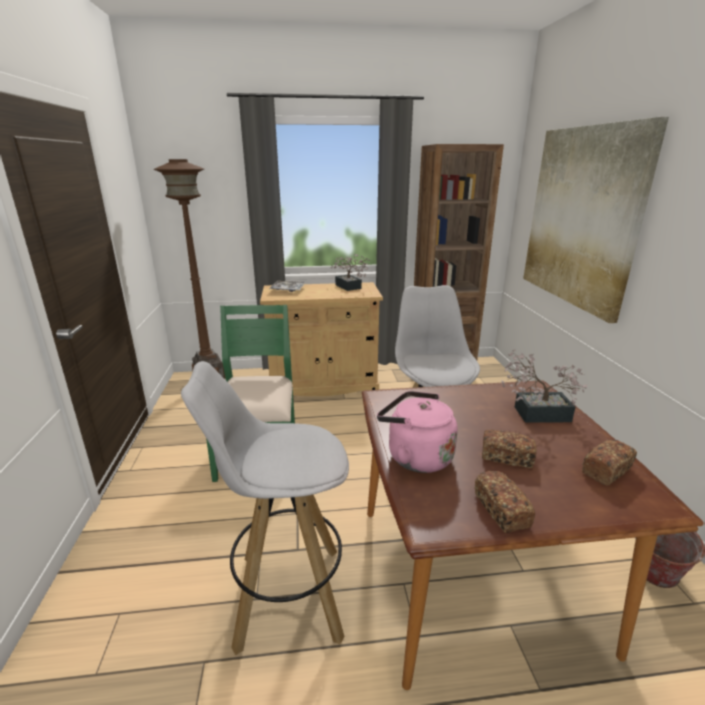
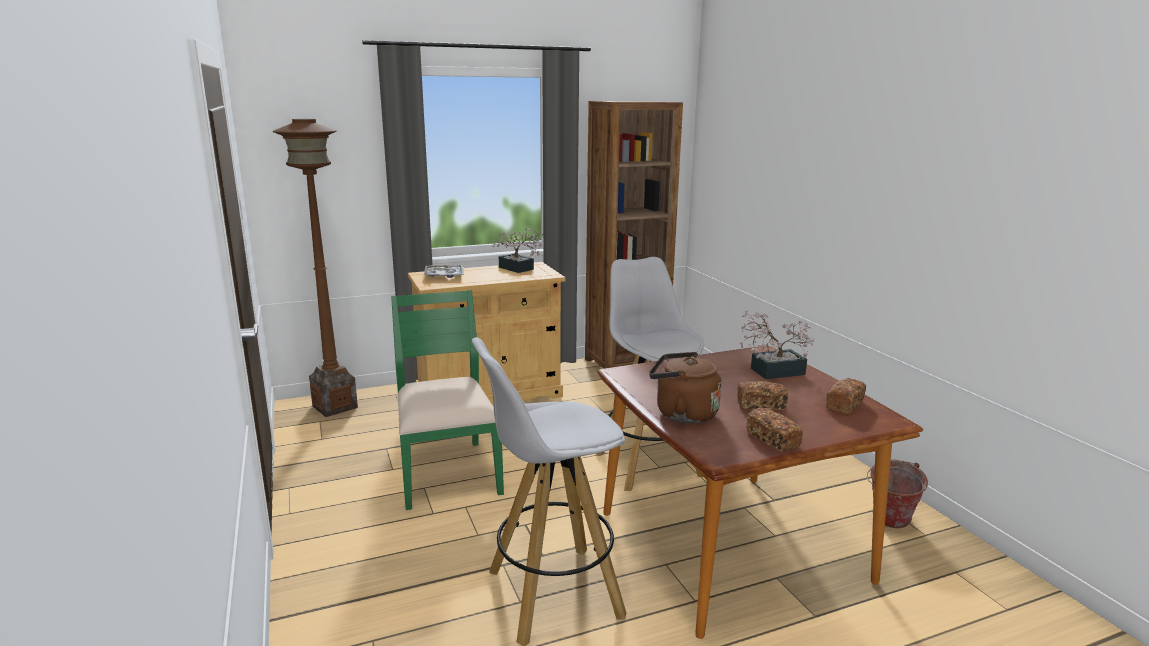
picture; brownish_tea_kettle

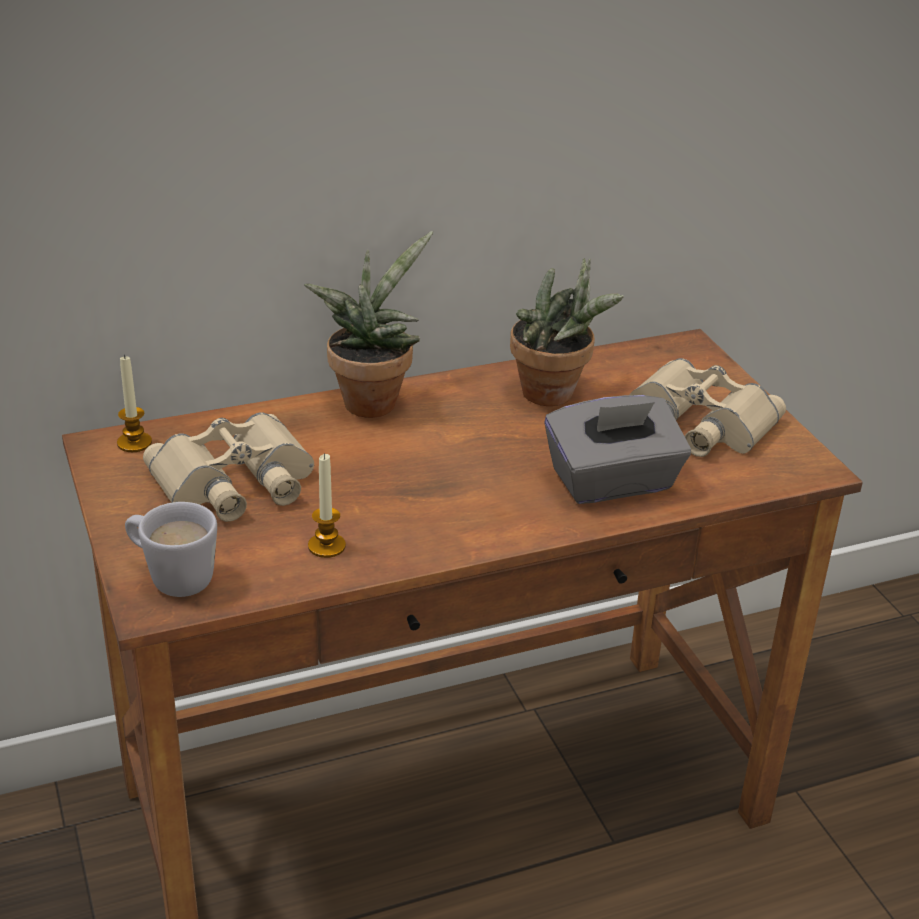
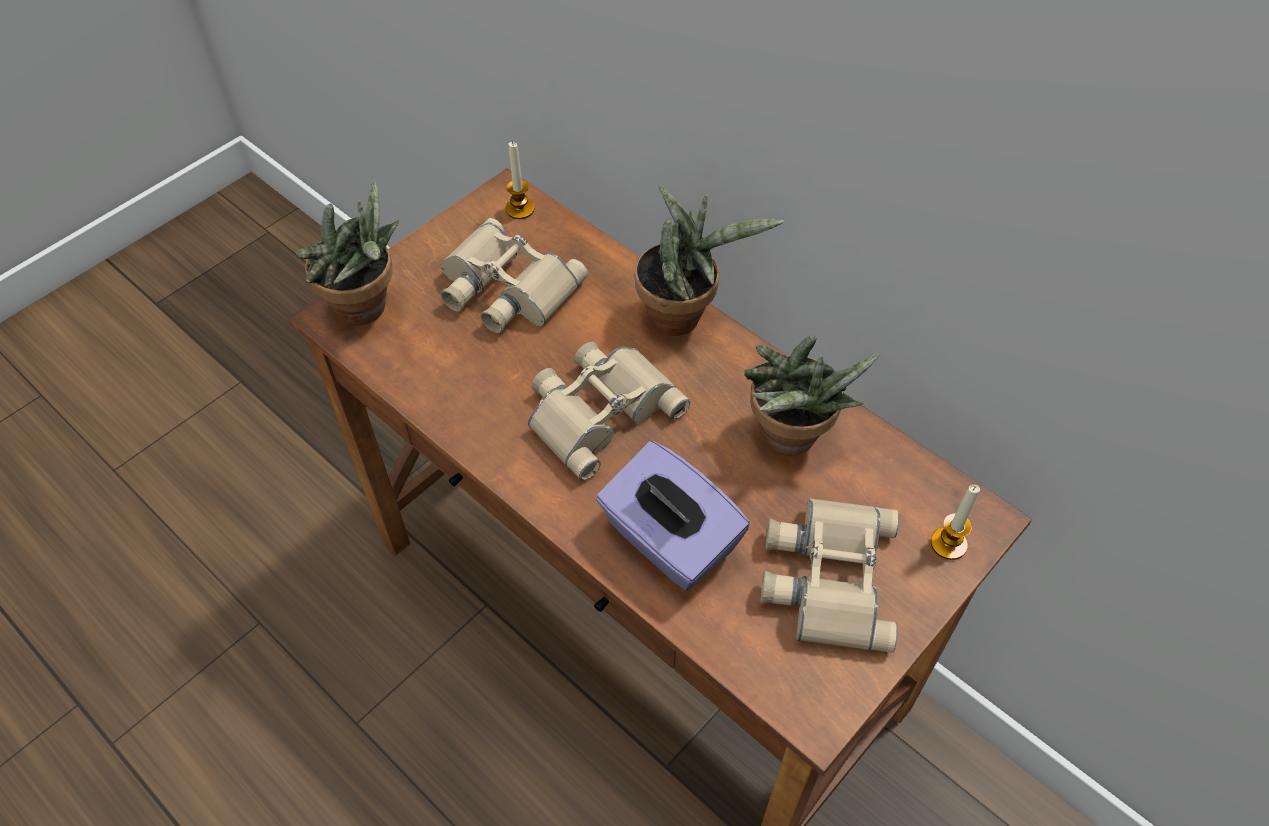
beige-coloured_field_glasses (2nd from left); wax_light (2nd from left); houseplant (1st from left); purple-coloured_tissue_holder

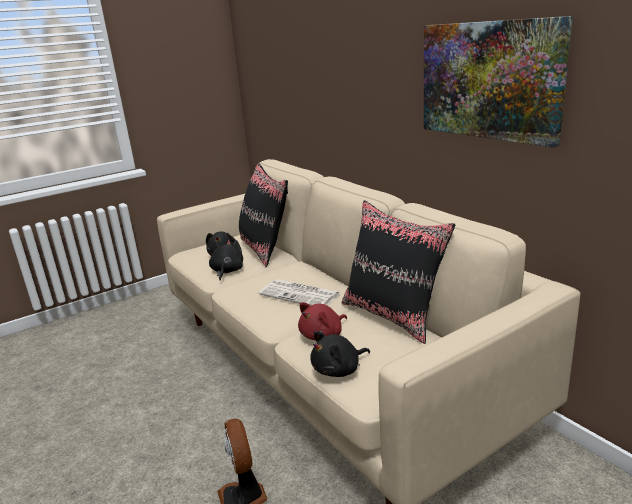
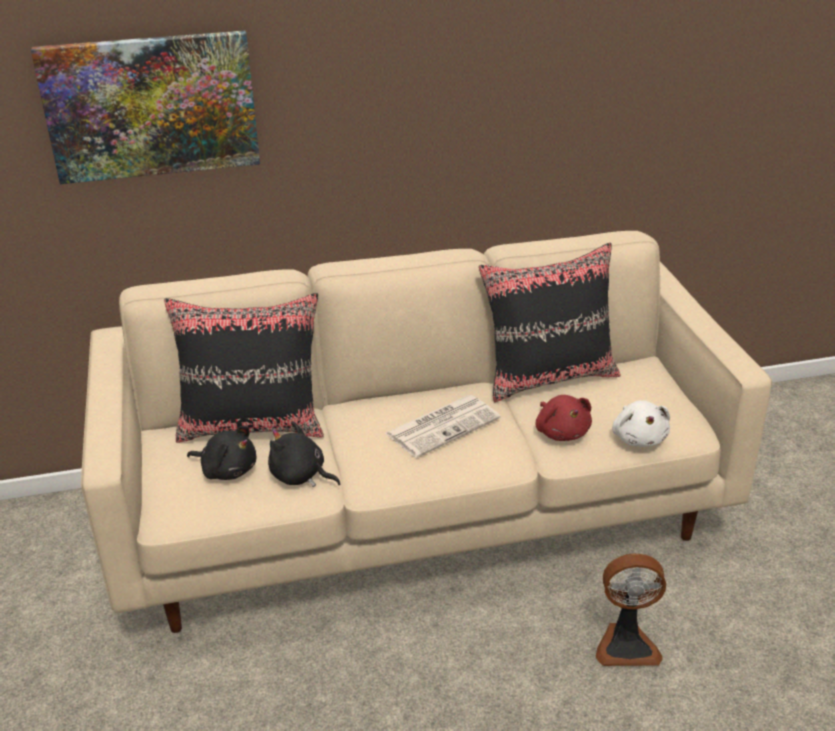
picture; white-coloured_plush_toy

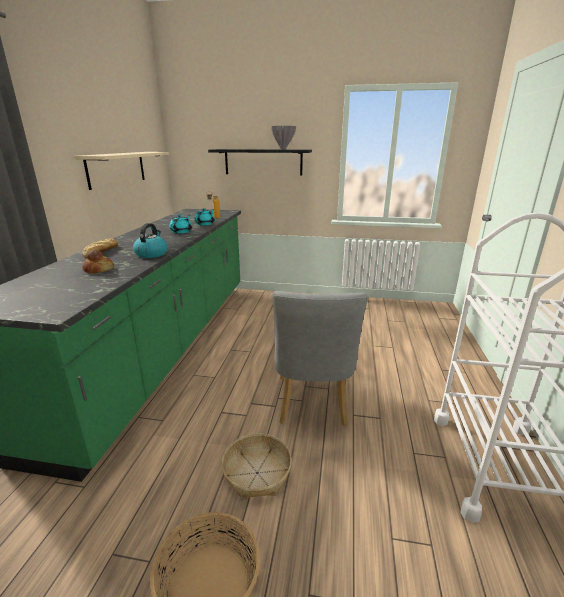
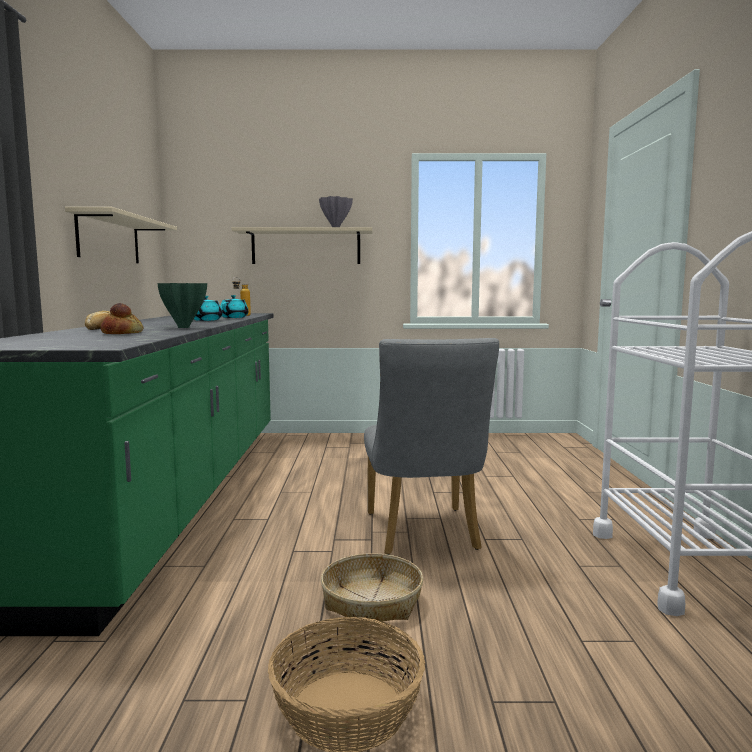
greenish_flower_vase; beige-coloured_bracket_shelf (2nd from left)

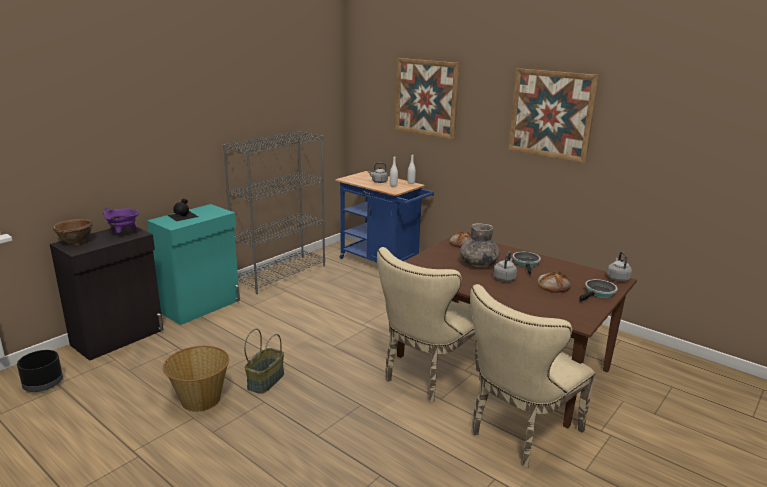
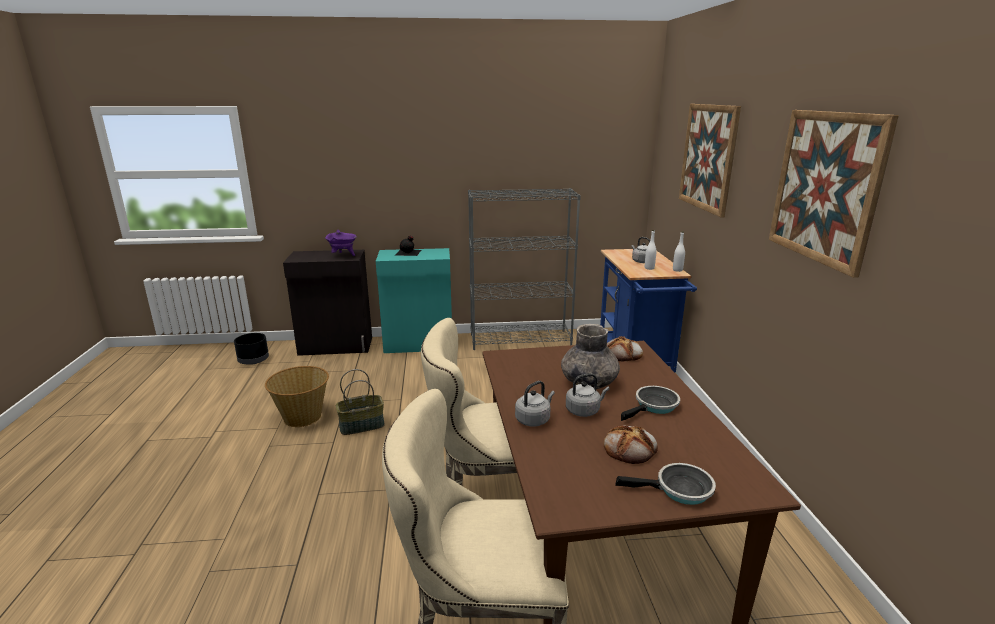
brownish_deep_dish; gray_tea_kettle (1st from left)

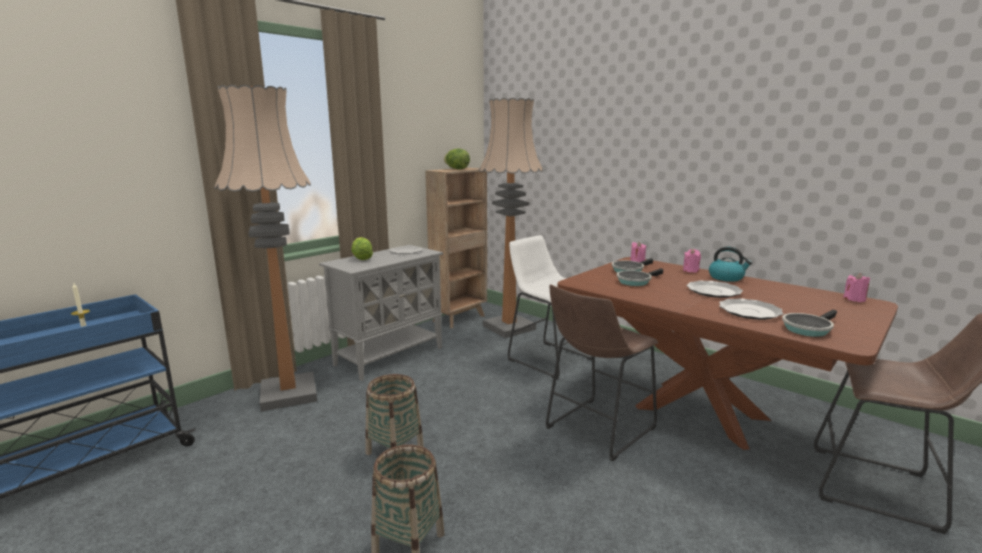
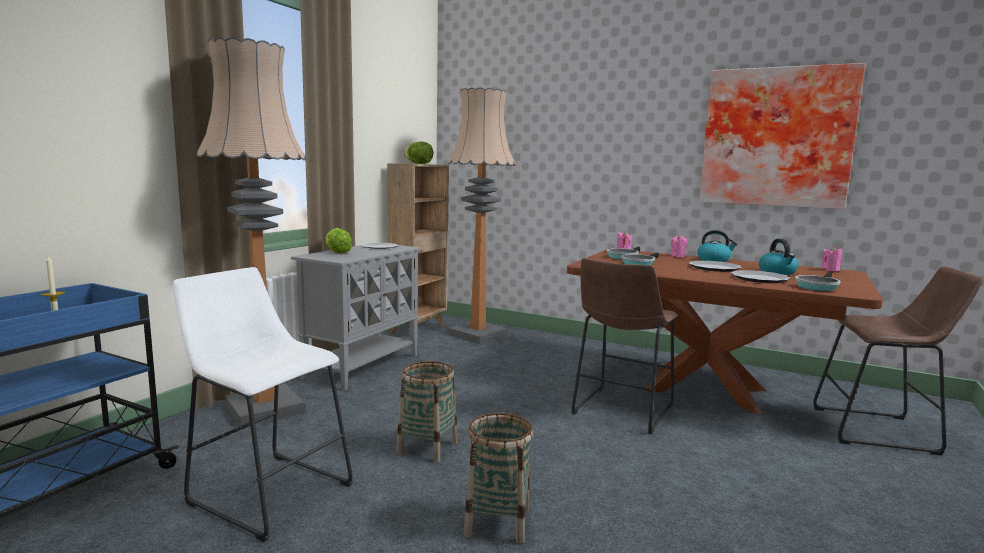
picture; tea_kettle (2nd from left); white-coloured_stool

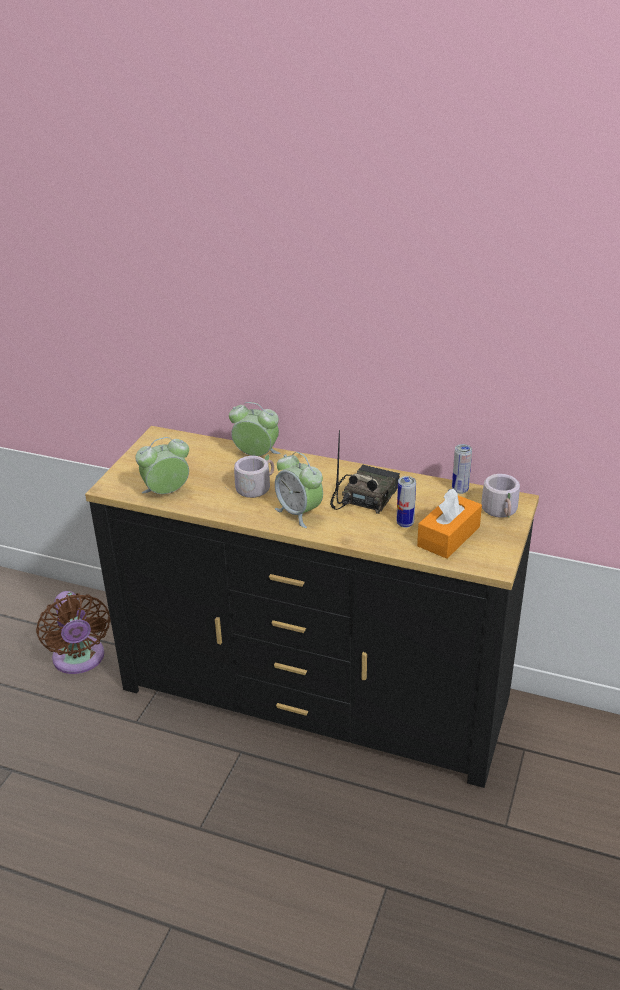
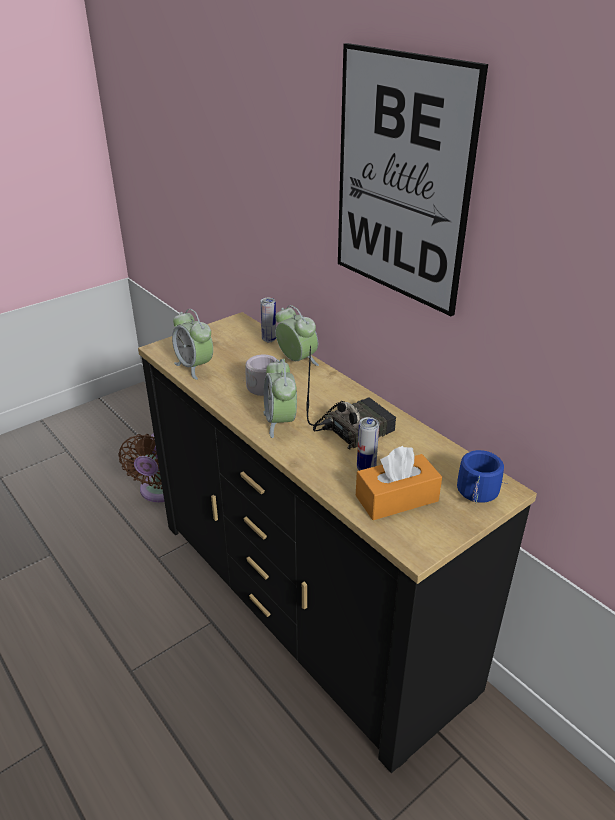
picture; metal_can (1st from left); bluish_tea_mug; alarm_clock (1st from left)

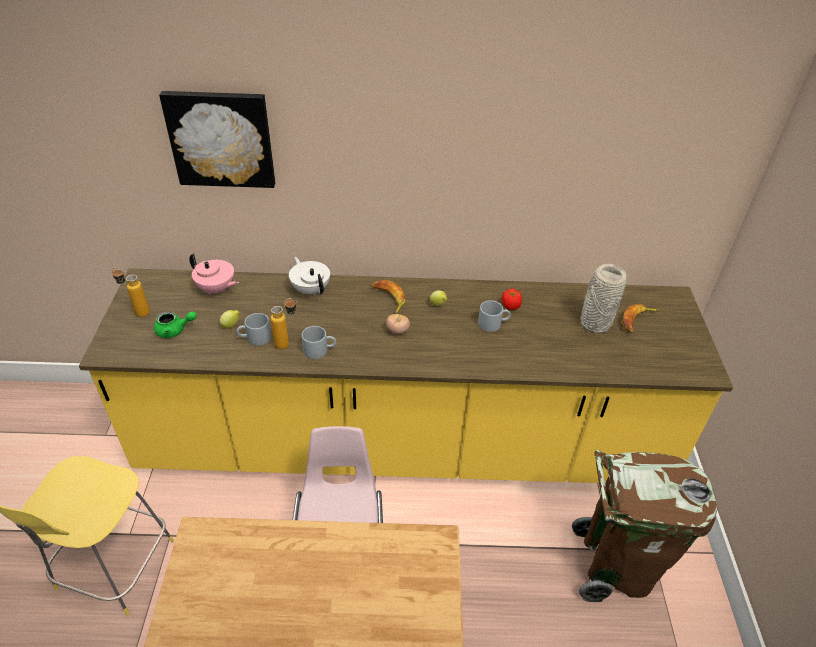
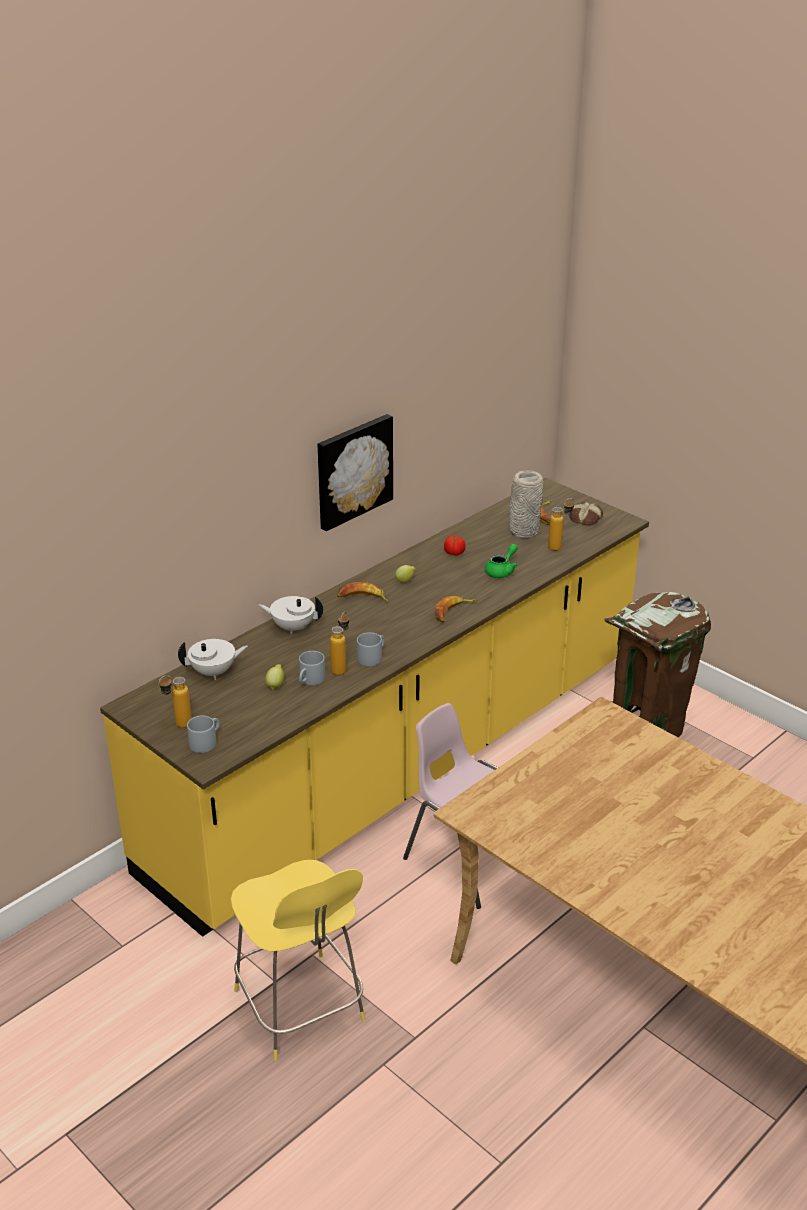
tomato (1st from left in the first image); whole_banana (2nd from left); beverage_bottle (3rd from left); baked_bread; greenish_tea_pot; picture; gray_tea_mug (1st from left); white-coloured_tea_pot (1st from left)

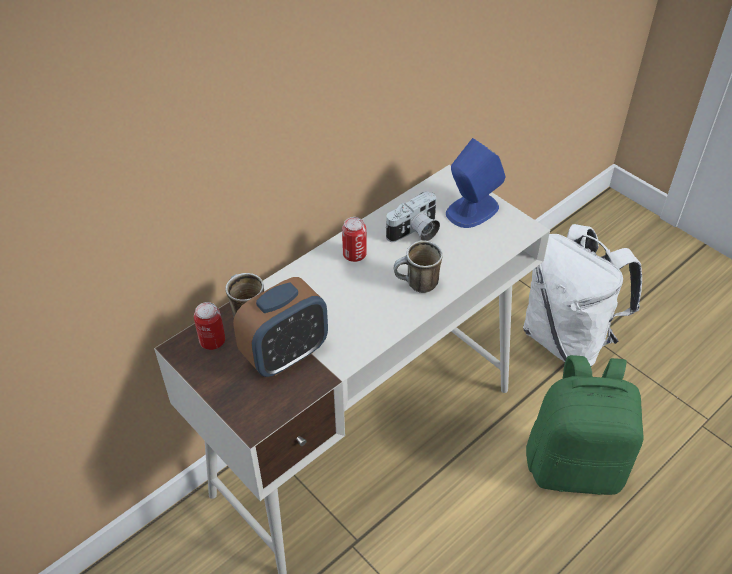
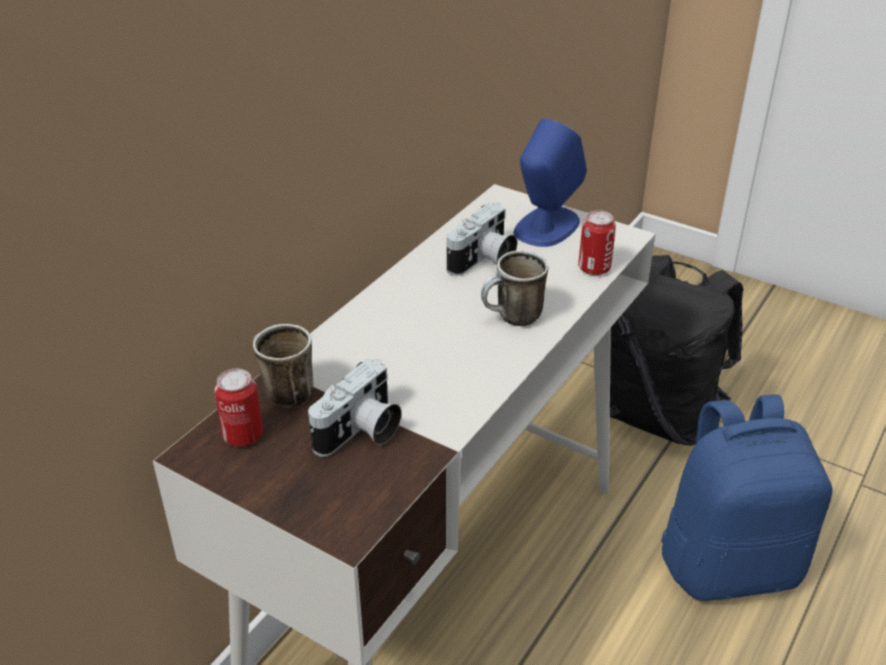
metal_can (2nd from left); photo_camera (1st from left); black_backpack; bluish_backpack

